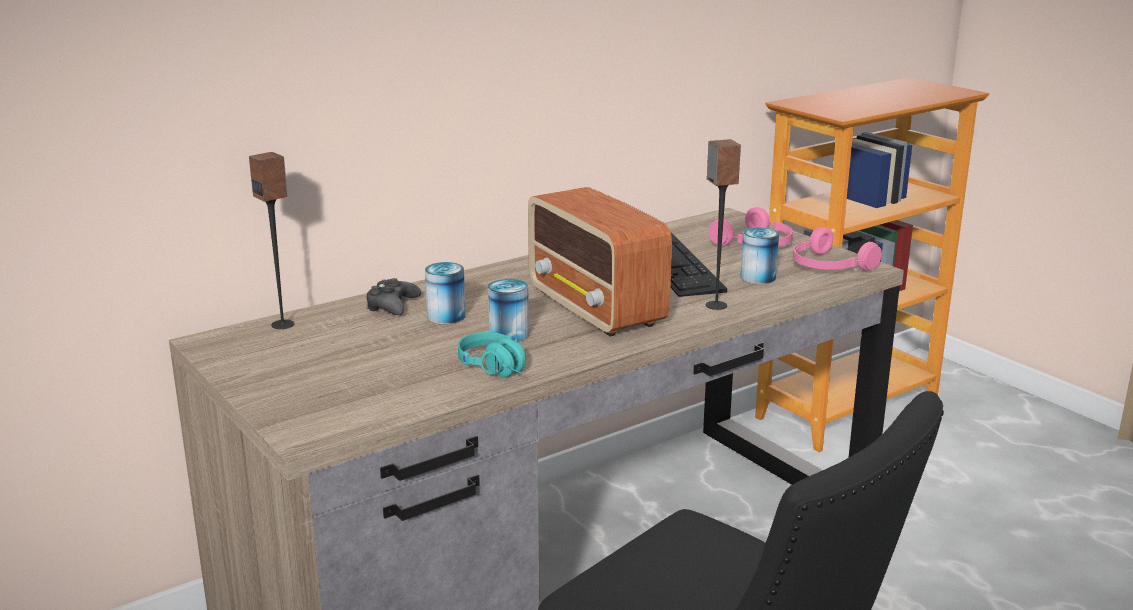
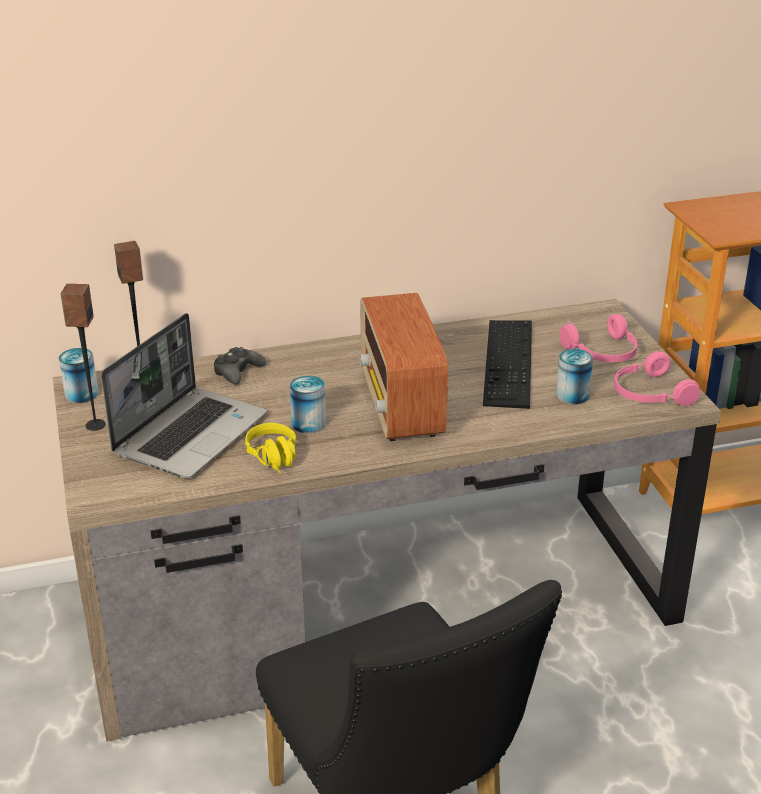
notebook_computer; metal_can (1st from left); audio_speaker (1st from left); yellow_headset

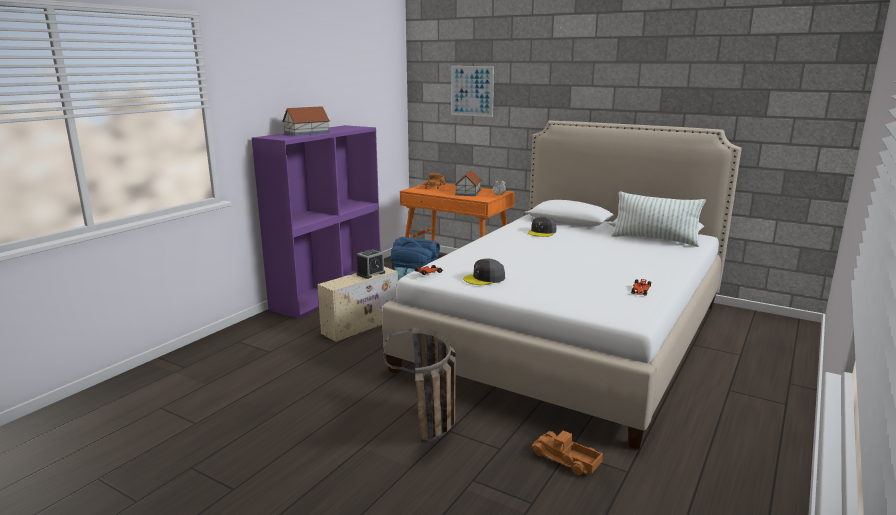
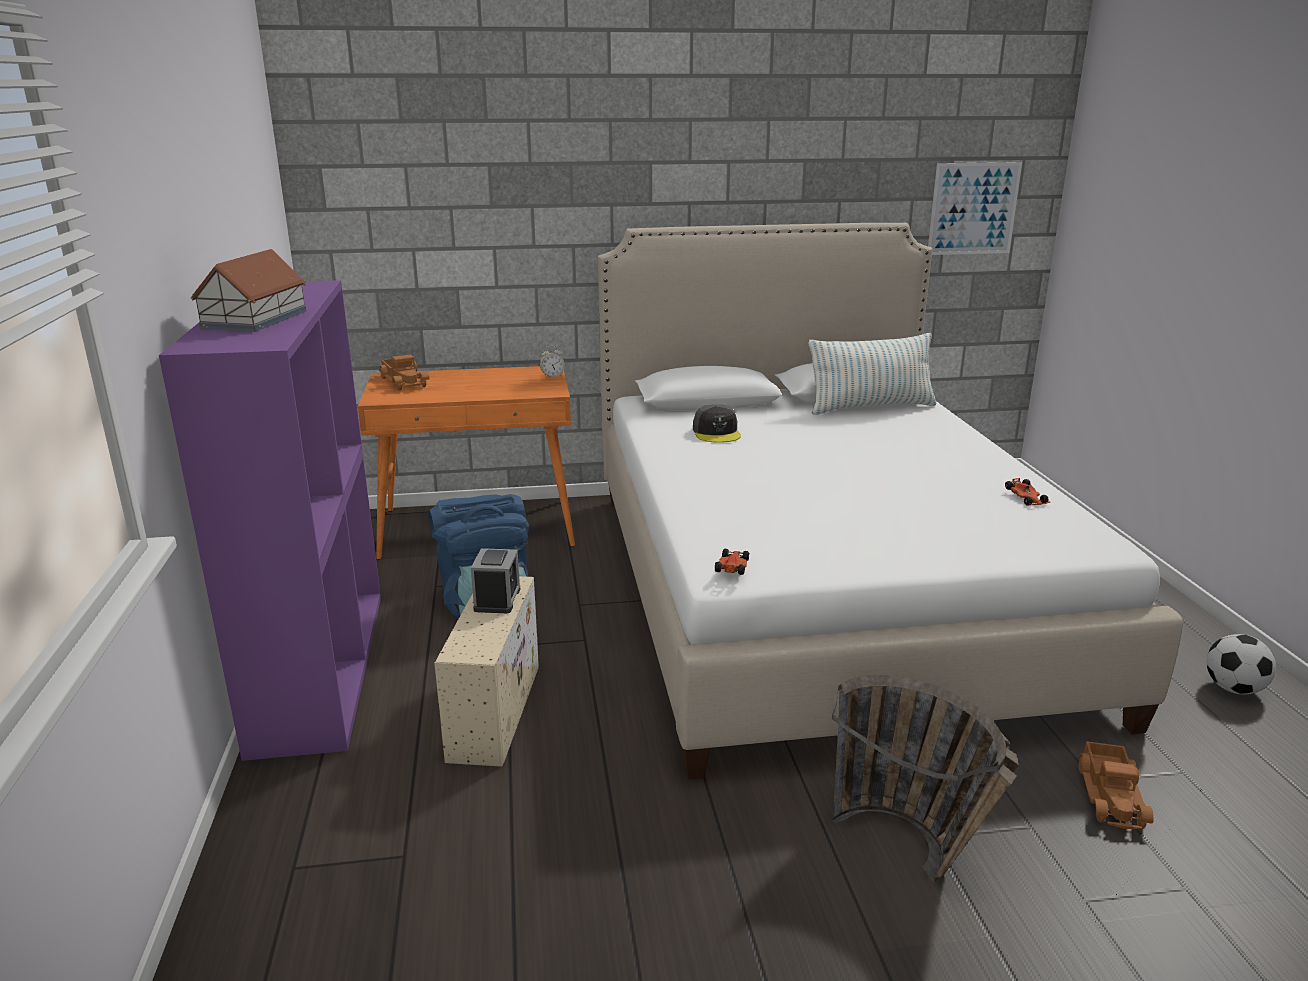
model_house (2nd from left in the first image); gray_baseball_cap (1st from left in the first image); football_ball; picture; model_truck (2nd from left)

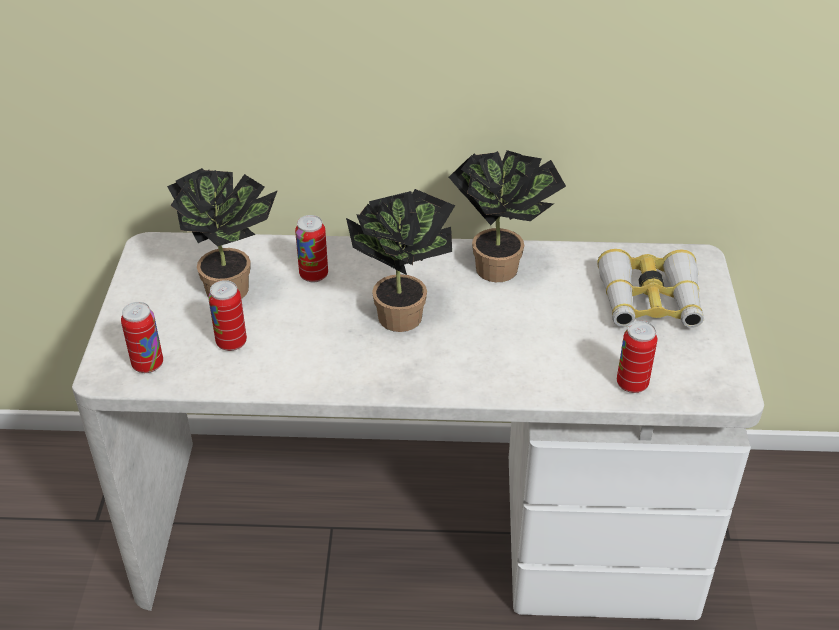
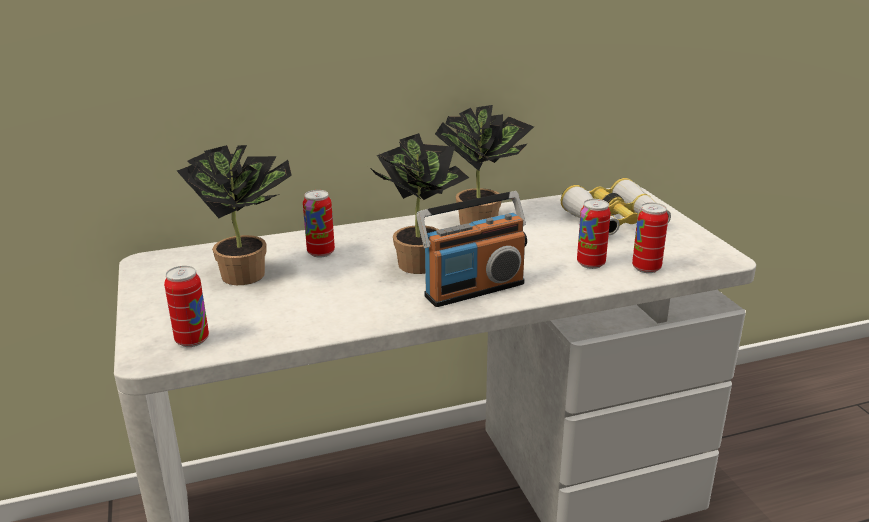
radio_set; metal_can (3rd from left)

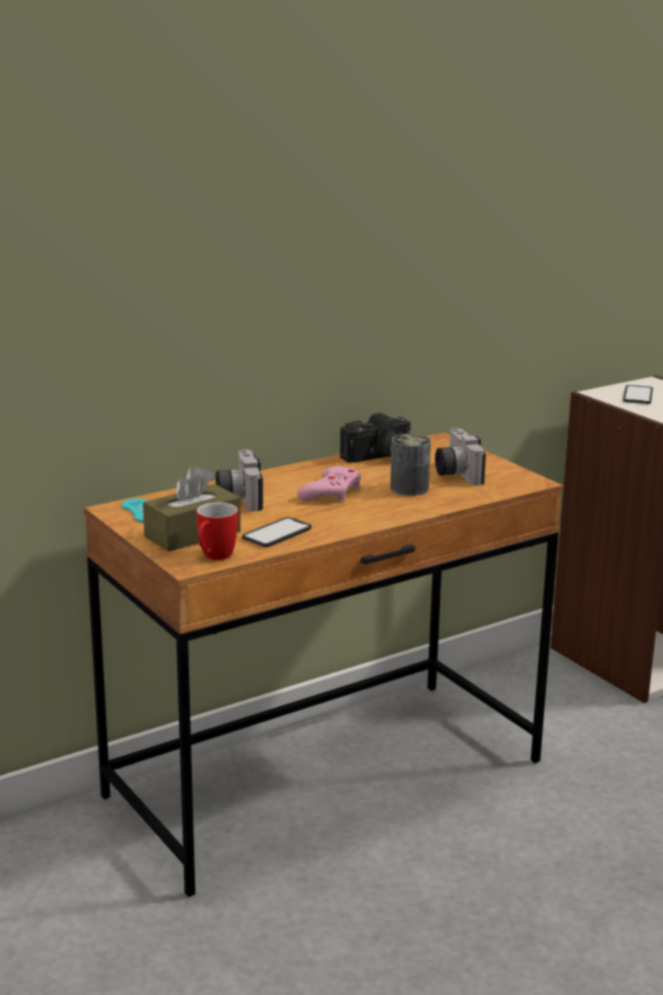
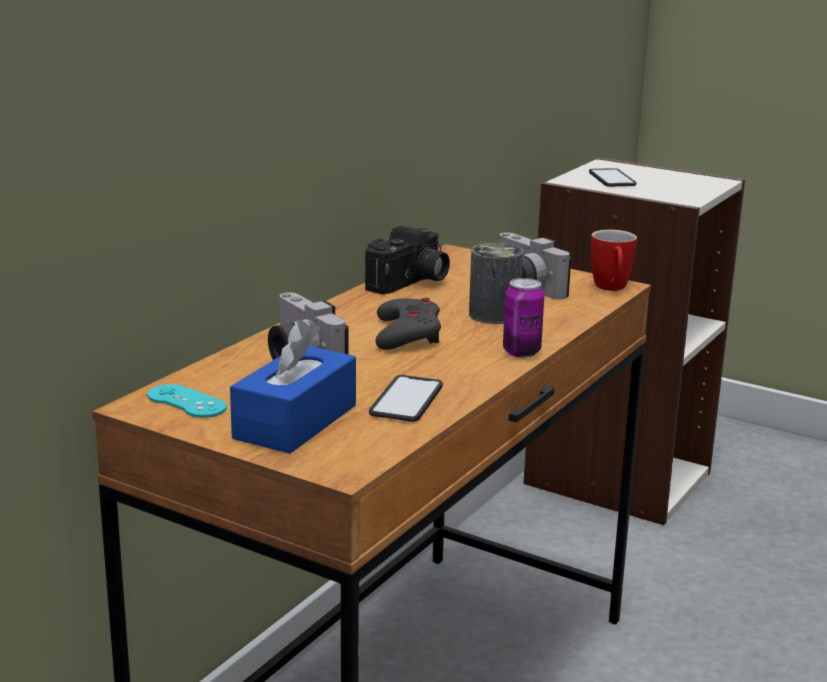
metal_can (2nd from left); tea_mug; bluish_tissue_holder; gray_game_controller

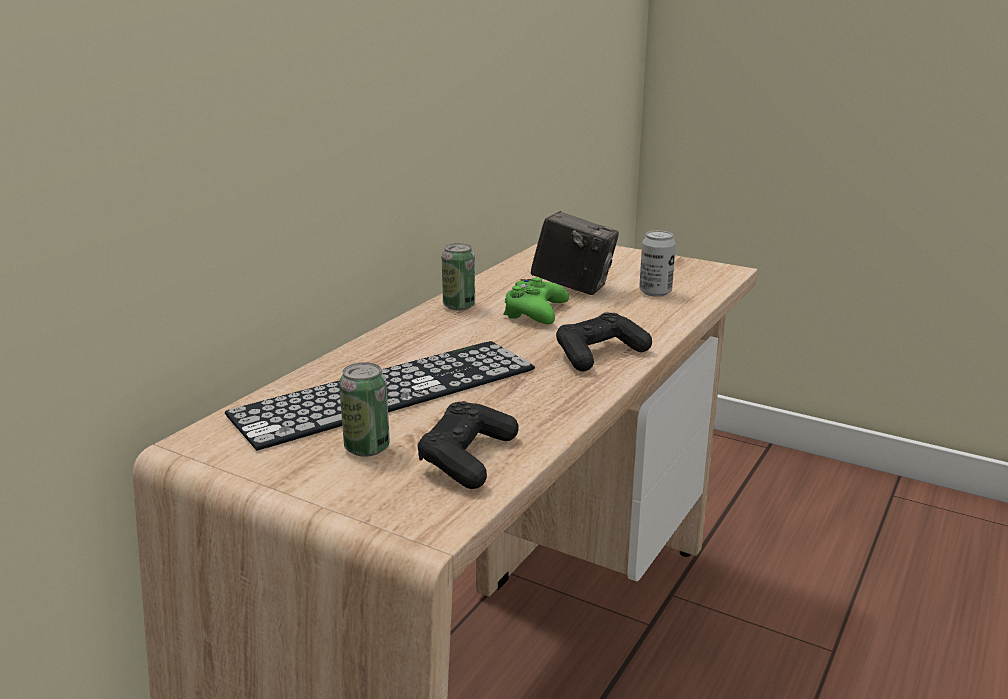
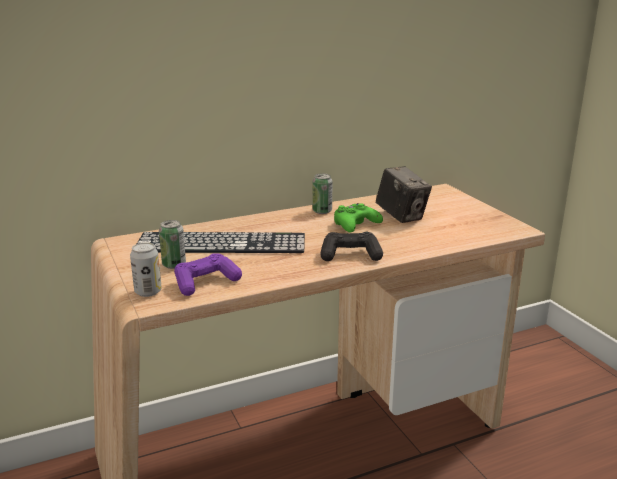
metal_can (1st from left); purple-coloured_game_controller

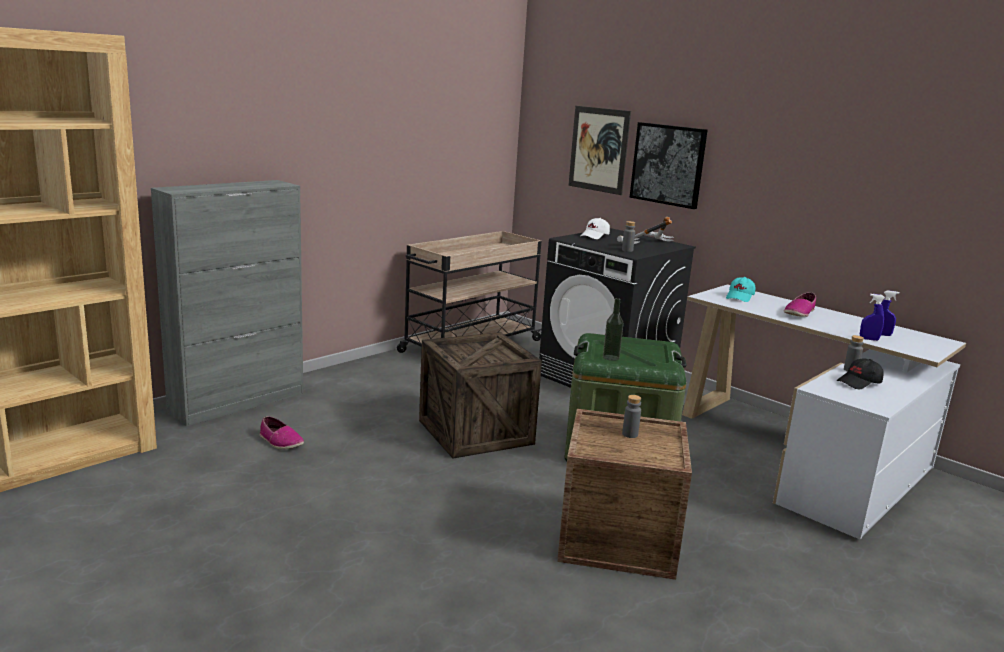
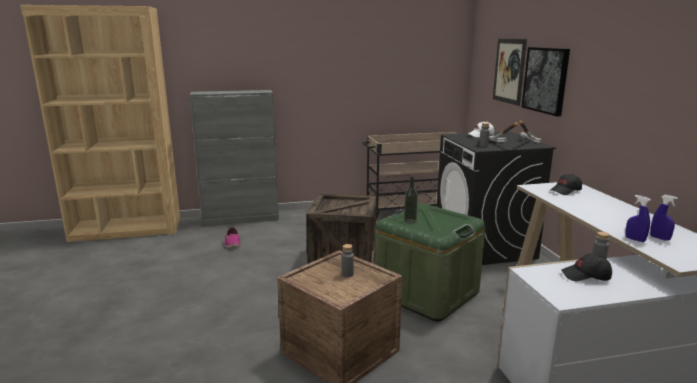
low_shoe (2nd from left in the first image); black_baseball_cap (1st from left)

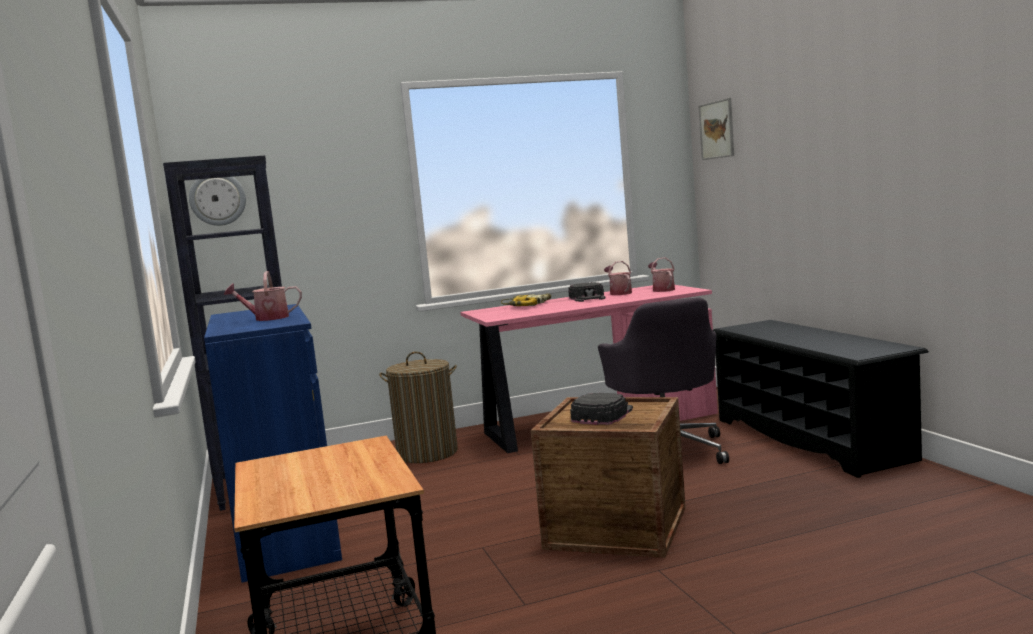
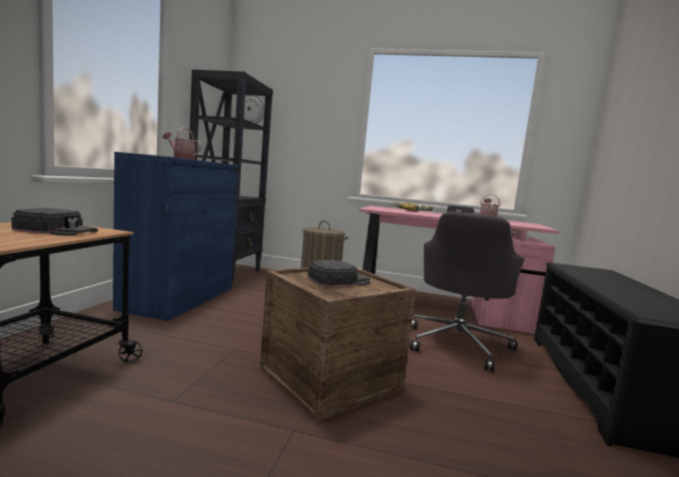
watering_can (3rd from left in the first image); picture; black_baseball_cap (1st from left)

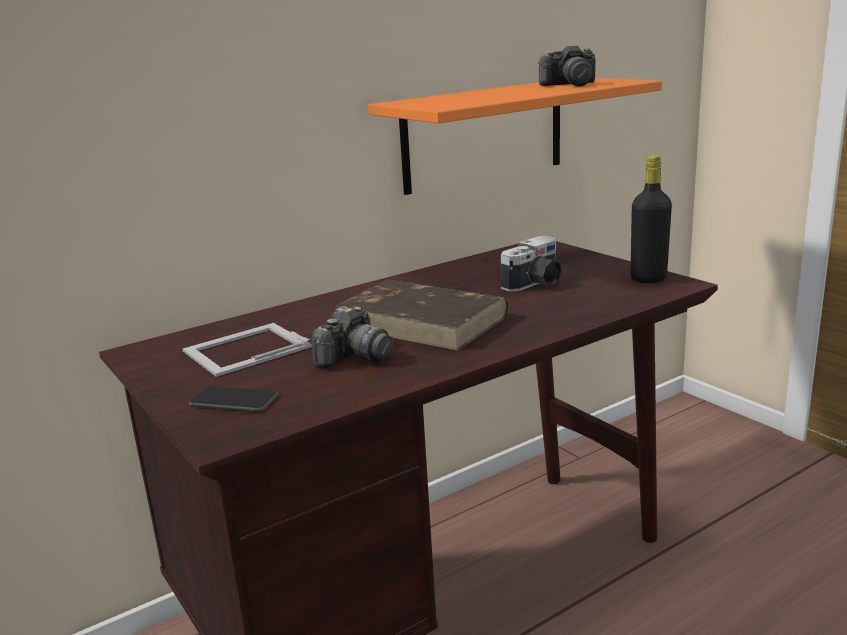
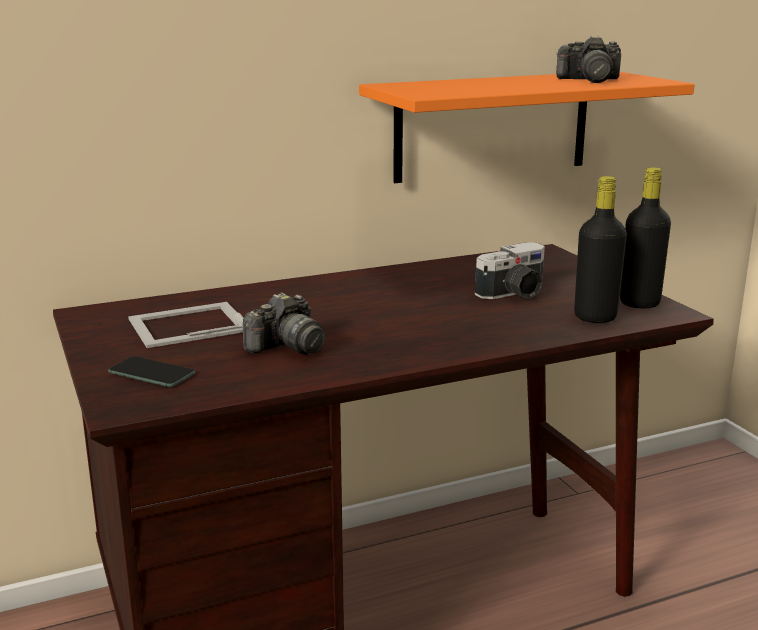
brownish_book; black_beverage_bottle (1st from left)

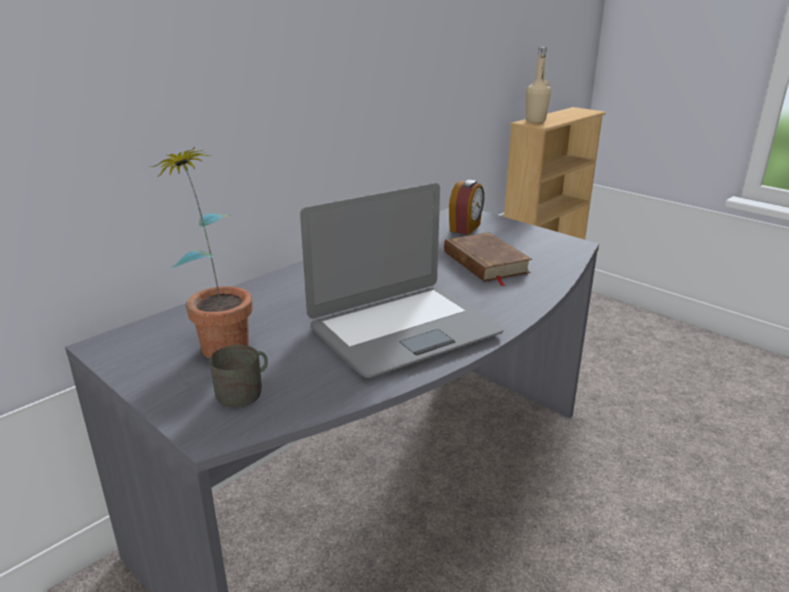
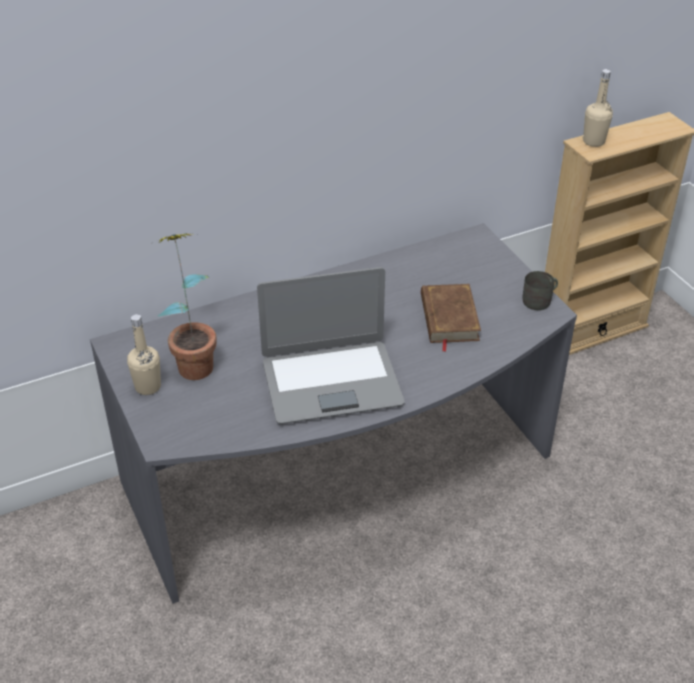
alarm_clock; beige-coloured_beverage_bottle (1st from left); gray_tea_mug

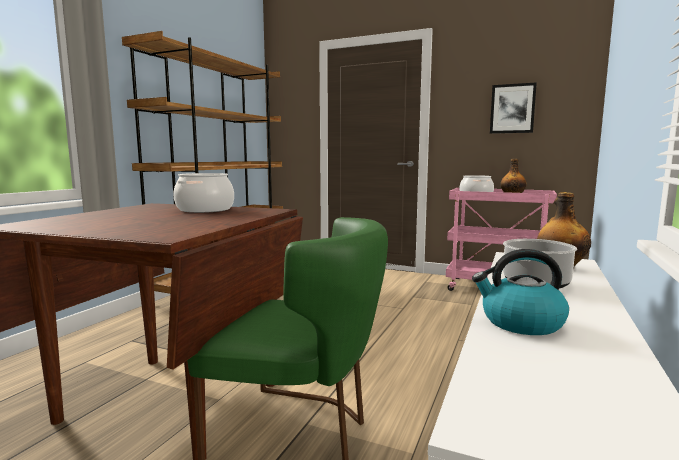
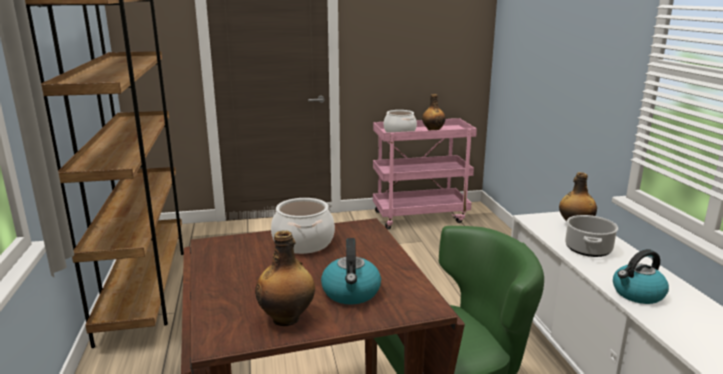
picture; beverage_bottle (1st from left); tea_kettle (1st from left)

